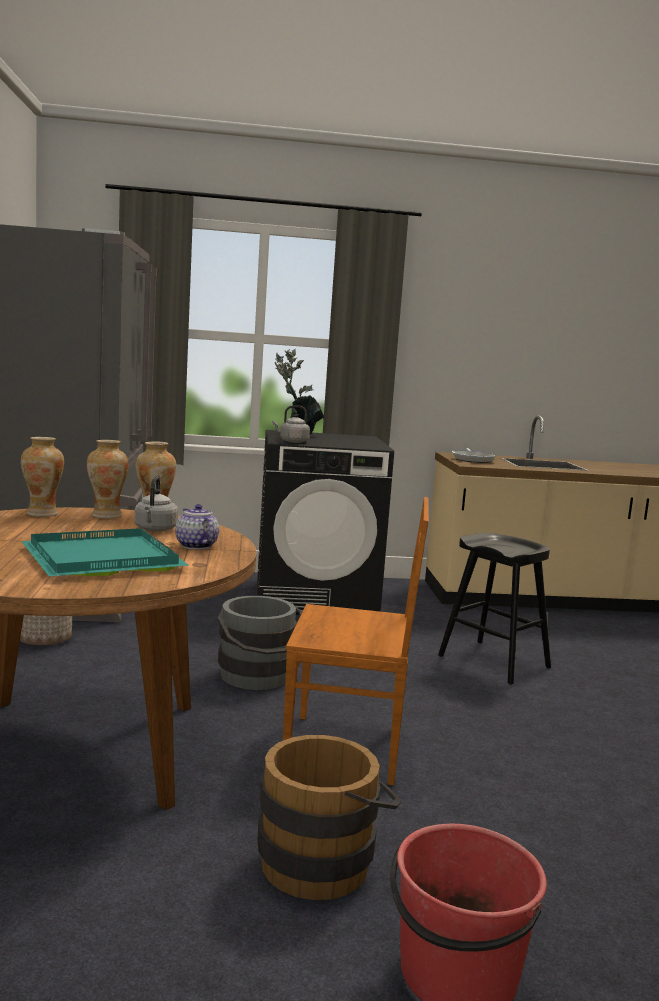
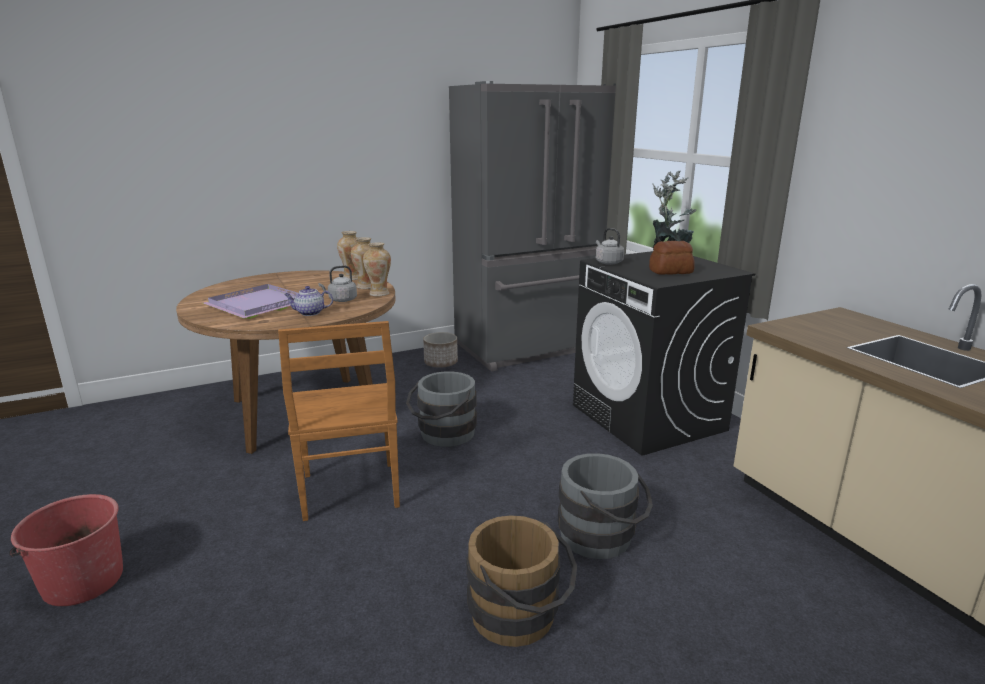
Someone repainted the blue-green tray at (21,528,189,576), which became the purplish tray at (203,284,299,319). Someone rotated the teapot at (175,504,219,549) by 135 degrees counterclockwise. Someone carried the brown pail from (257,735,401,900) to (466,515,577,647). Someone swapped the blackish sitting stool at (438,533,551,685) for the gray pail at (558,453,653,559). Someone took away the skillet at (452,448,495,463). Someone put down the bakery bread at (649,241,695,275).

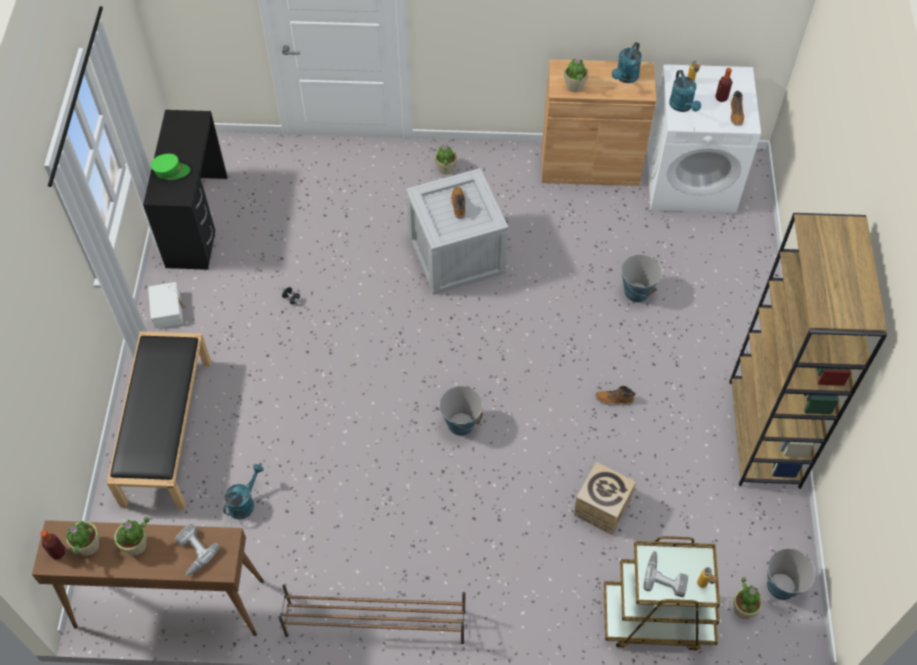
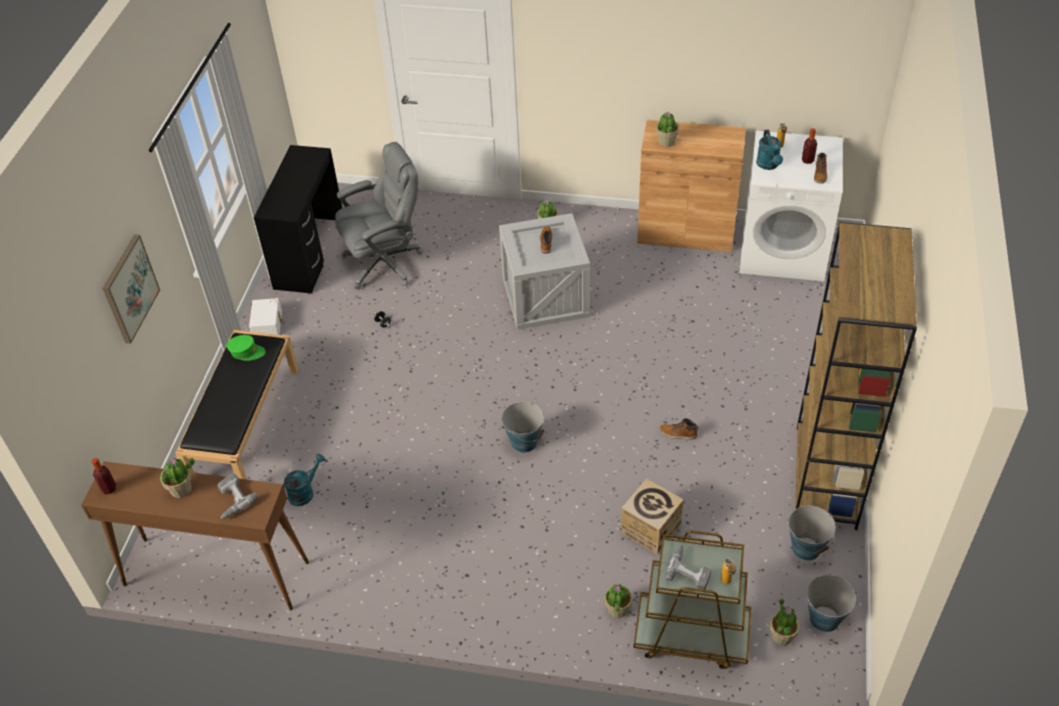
Someone carried the houseplant from (66,521,99,556) to (604,584,633,618). Someone carried the green-coloured cap from (151,154,190,180) to (227,335,265,361). Someone took away the brown shoe shelf at (278,585,466,644). Someone took away the blue-green watering can at (612,42,642,83). Someone carried the pail from (621,254,662,303) to (789,506,836,561). Someone put up the wall art at (102,234,160,344). Someone put down the gray desk chair at (335,142,424,289).

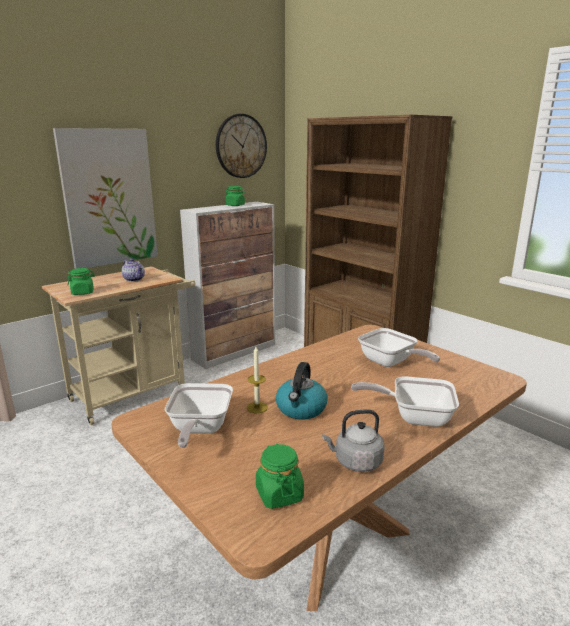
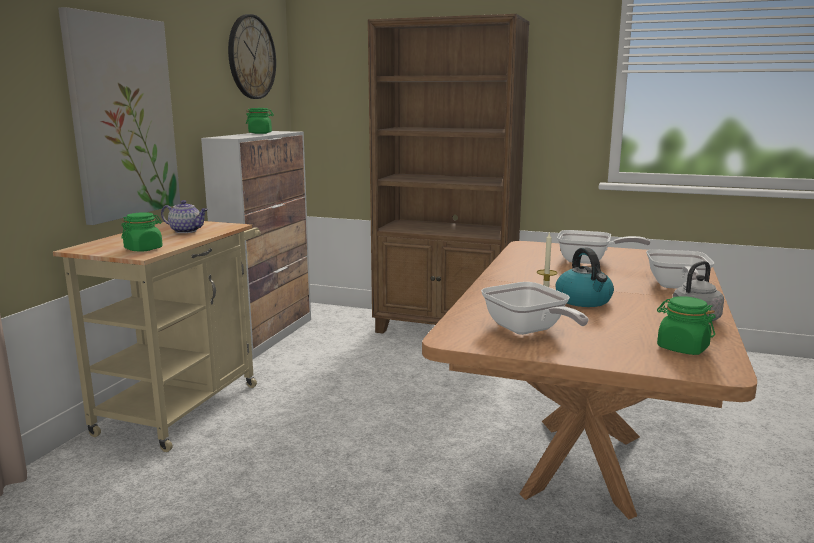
Someone rotated the skillet at (351,376,459,427) by 60 degrees counterclockwise.

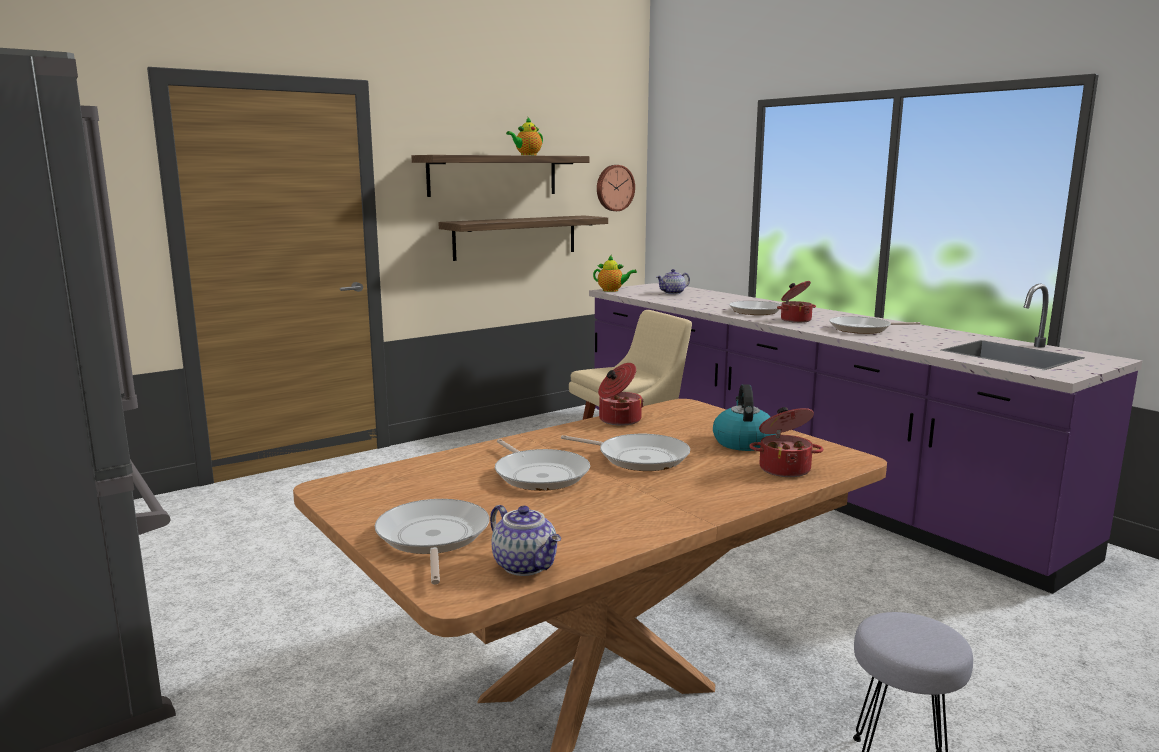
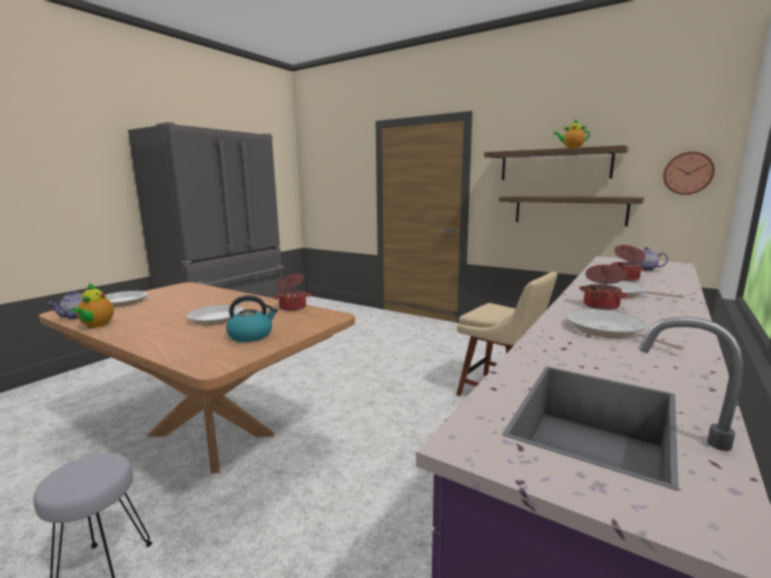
Someone took away the skillet at (495,439,590,491). Someone carried the teapot from (593,255,637,292) to (71,283,114,328). Someone carried the cooking pot from (749,407,823,477) to (611,245,646,281).

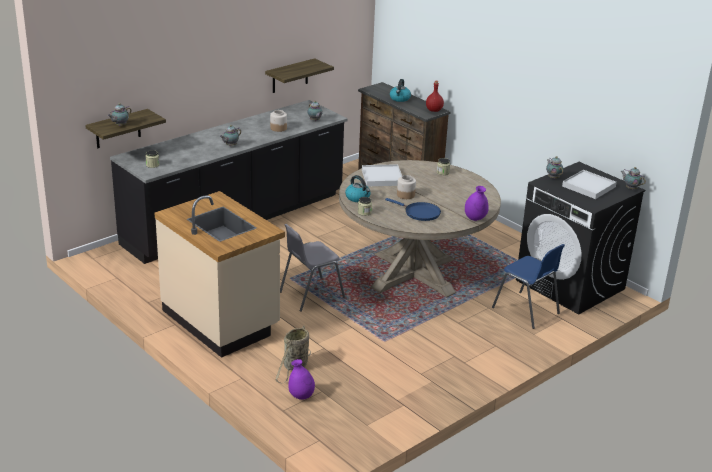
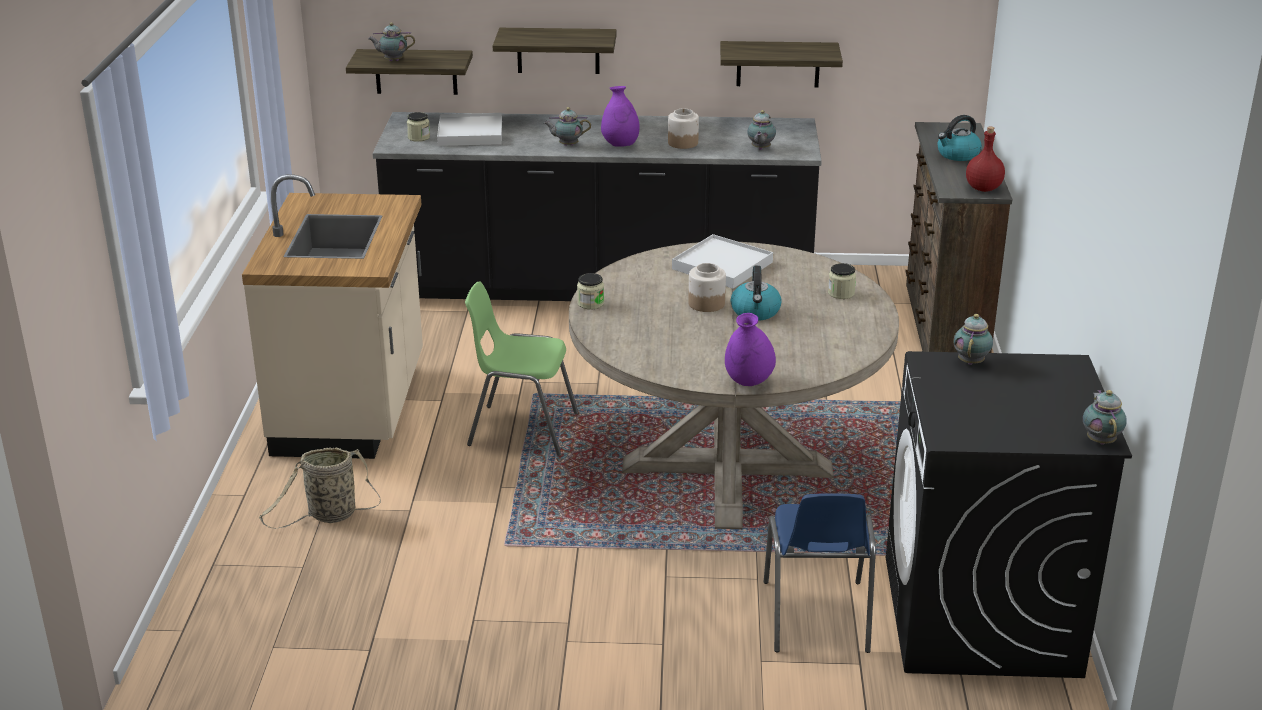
Someone repainted the gray upright chair at (280,224,345,312), which became the green-coloured upright chair at (465,281,578,456). Someone carried the purplish decorative vase from (288,359,315,400) to (601,86,640,147). Someone carried the kettle from (345,175,371,202) to (730,266,782,321). Someone took away the blue skillet at (385,198,441,221). Someone carried the white tray from (562,170,617,199) to (437,113,502,146). Someone put up the wall shelf at (493,28,617,74).

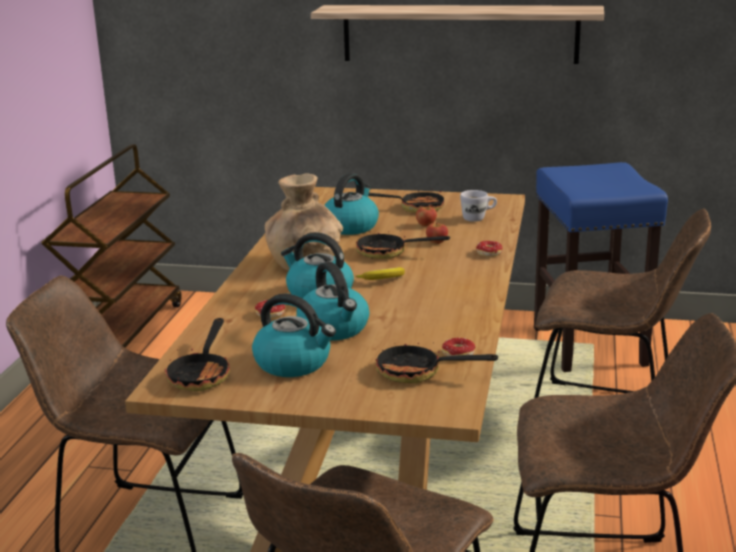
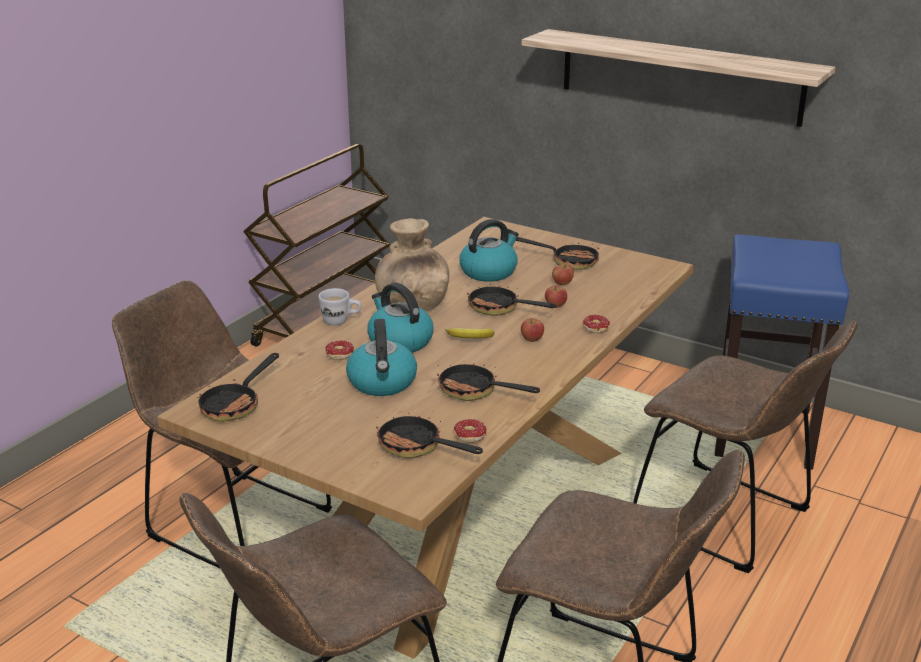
Someone took away the kettle at (252,294,336,377). Someone carried the white mug from (460,190,497,222) to (318,288,362,325). Someone put down the skillet at (437,364,540,401). Someone put down the apple fruit at (521,318,544,342).

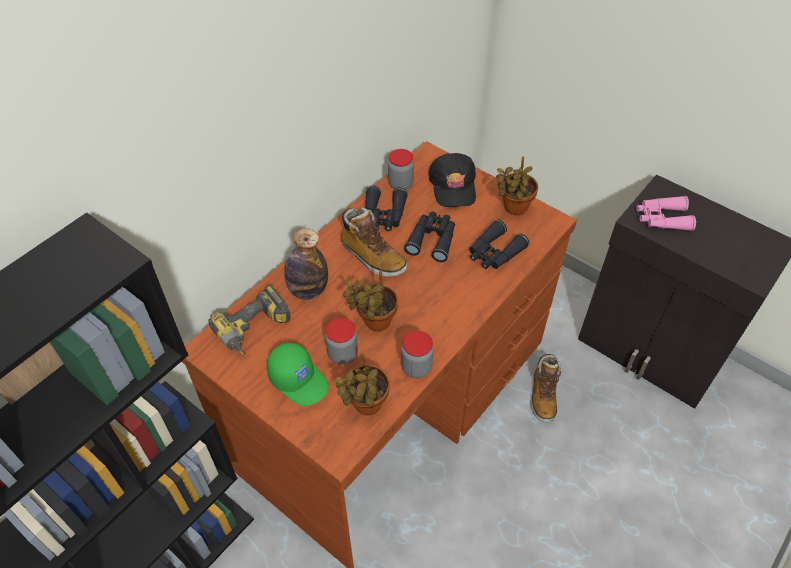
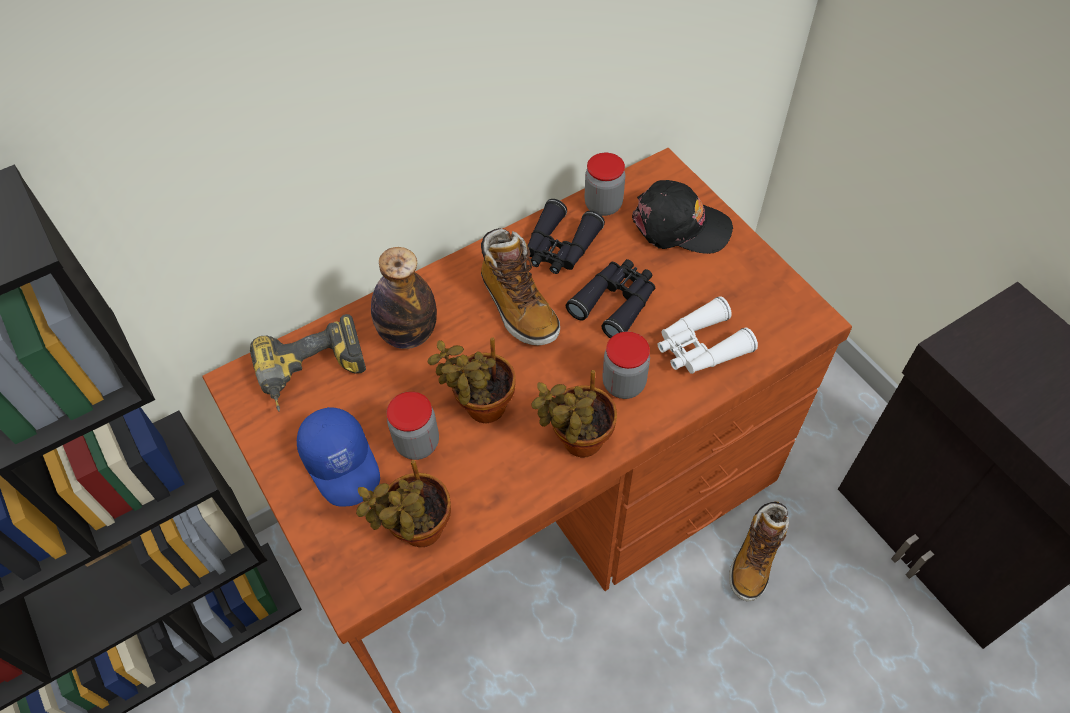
Someone repainted the green-coloured cap at (267,343,329,406), which became the blue cap at (297,407,380,506). Someone carried the jar from (401,331,434,378) to (602,332,650,399). Someone rotated the blackish cap at (428,153,476,207) by 90 degrees counterclockwise. Someone repainted the blackish pair of binoculars at (469,220,530,269), which became the white pair of binoculars at (658,296,758,374). Someone carried the houseplant from (496,156,538,215) to (531,370,617,457). Someone took away the pink-coloured pair of binoculars at (636,196,696,231).

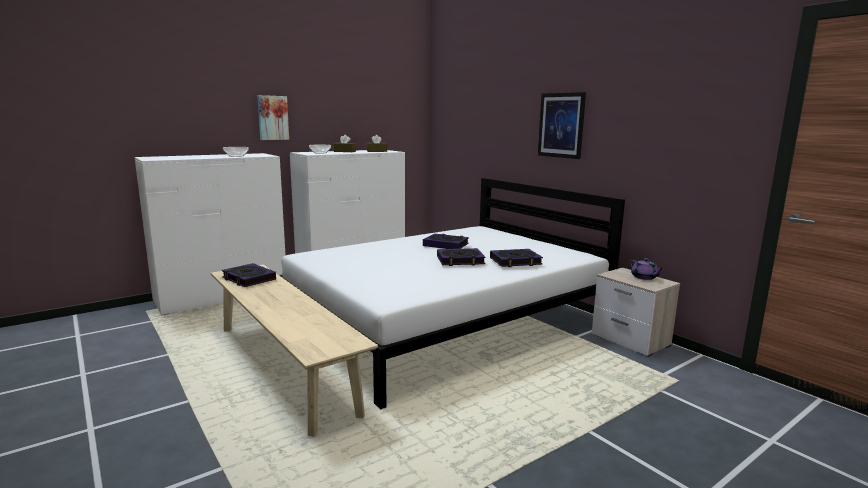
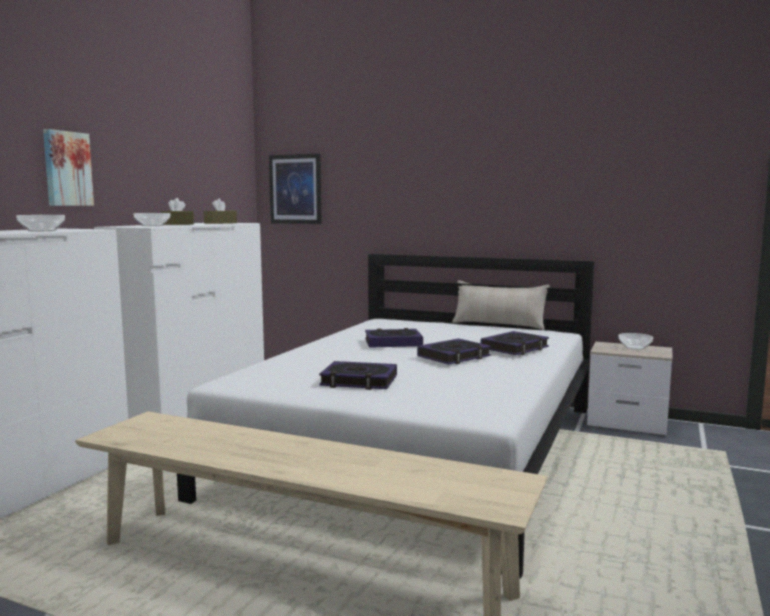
Someone carried the volume from (222,263,276,287) to (319,361,397,390). Someone carried the wall art from (538,92,586,159) to (269,154,322,224). Someone swapped the purplish teapot at (630,258,664,280) for the deep dish at (618,333,653,350). Someone put down the sand-coloured cushion at (452,280,550,330).

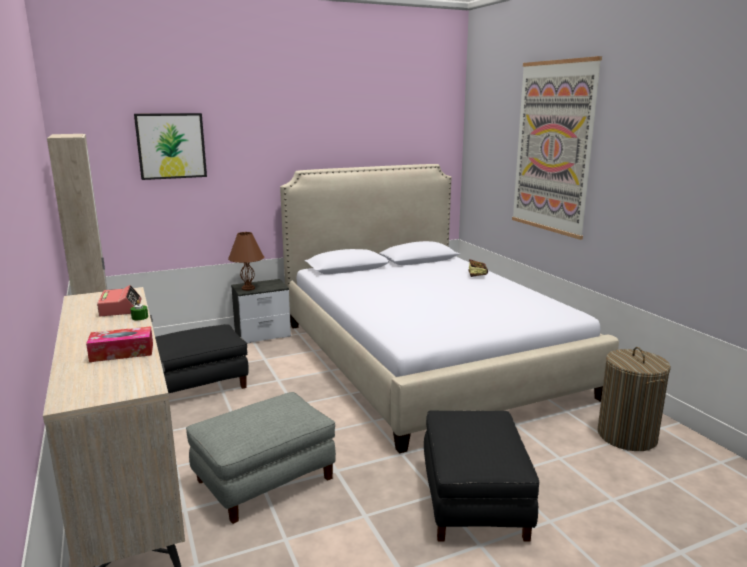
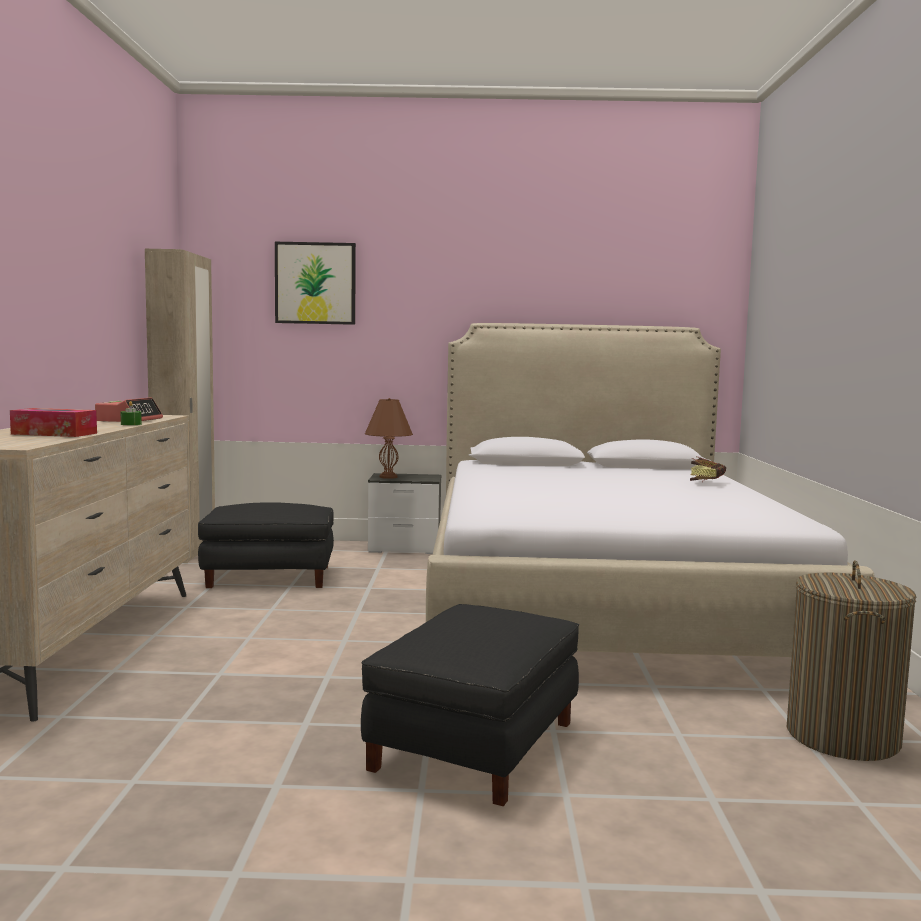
Someone took away the gray ottoman at (186,392,336,524). Someone took away the wall art at (512,56,602,240).

